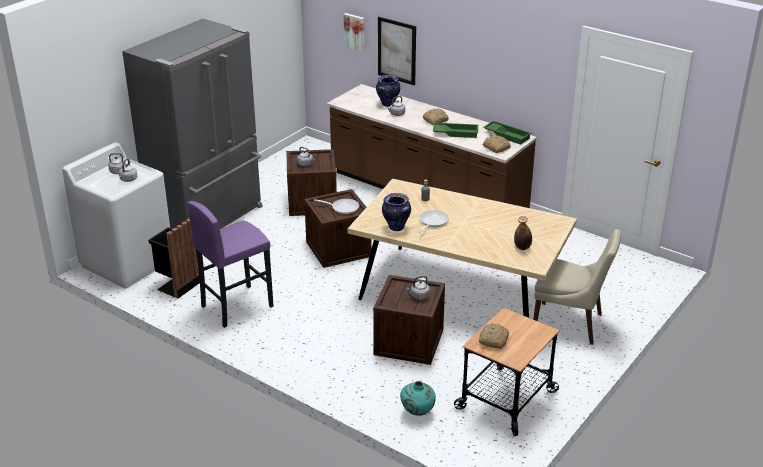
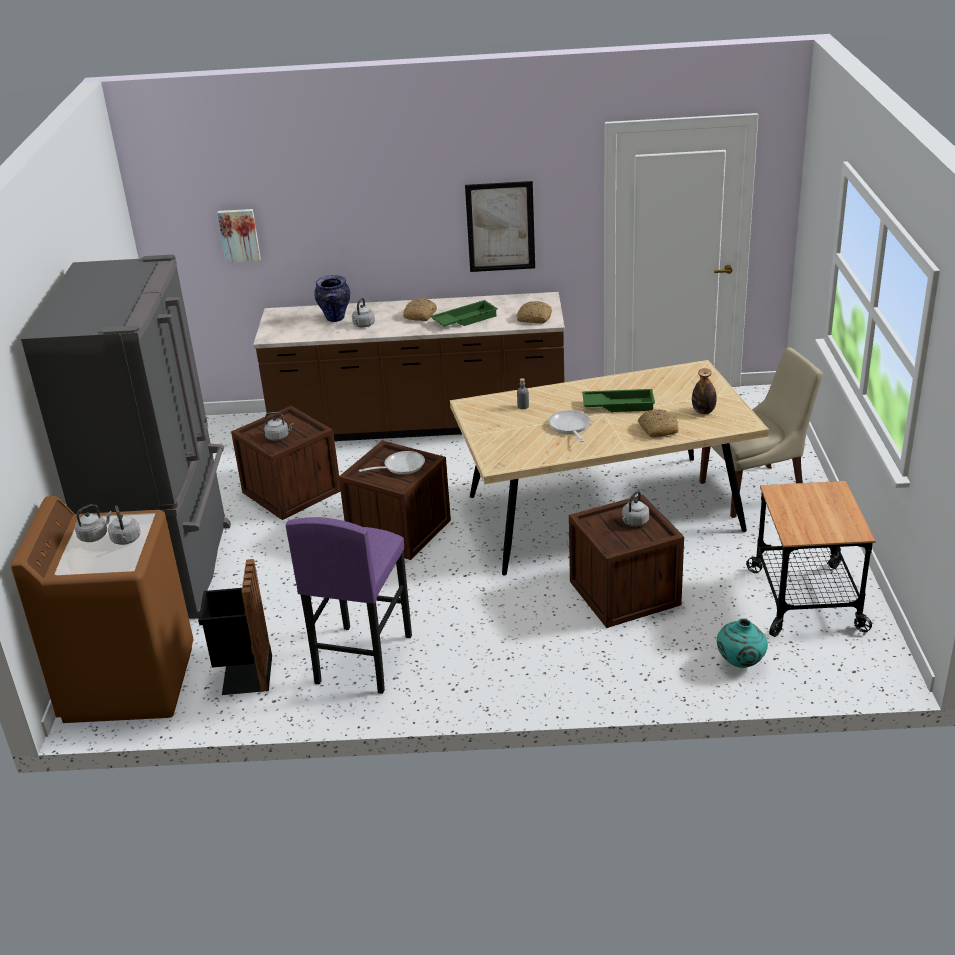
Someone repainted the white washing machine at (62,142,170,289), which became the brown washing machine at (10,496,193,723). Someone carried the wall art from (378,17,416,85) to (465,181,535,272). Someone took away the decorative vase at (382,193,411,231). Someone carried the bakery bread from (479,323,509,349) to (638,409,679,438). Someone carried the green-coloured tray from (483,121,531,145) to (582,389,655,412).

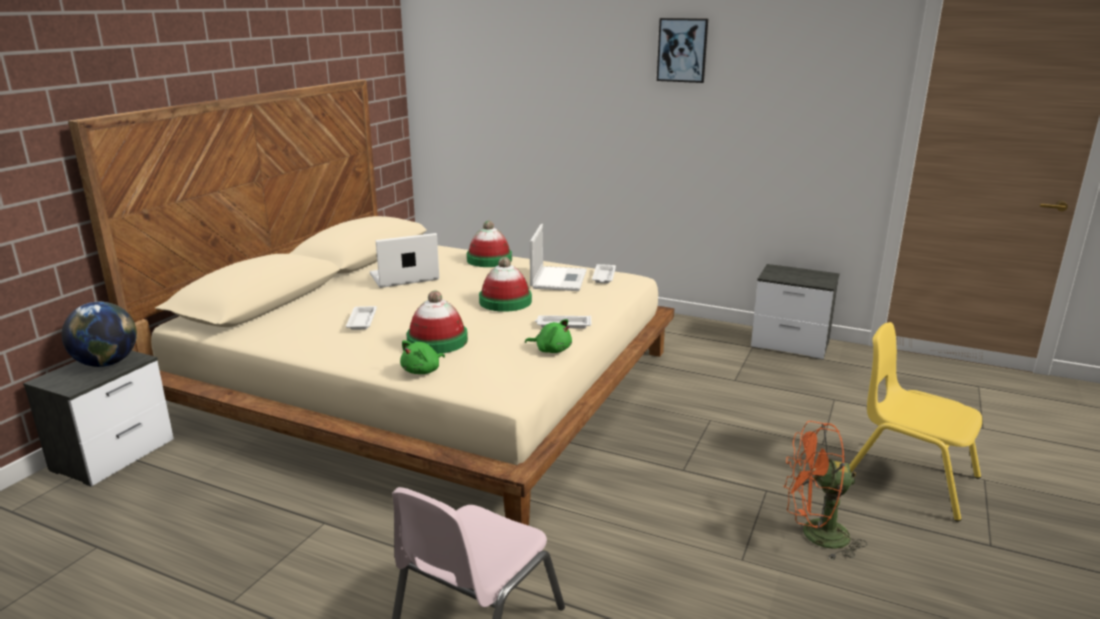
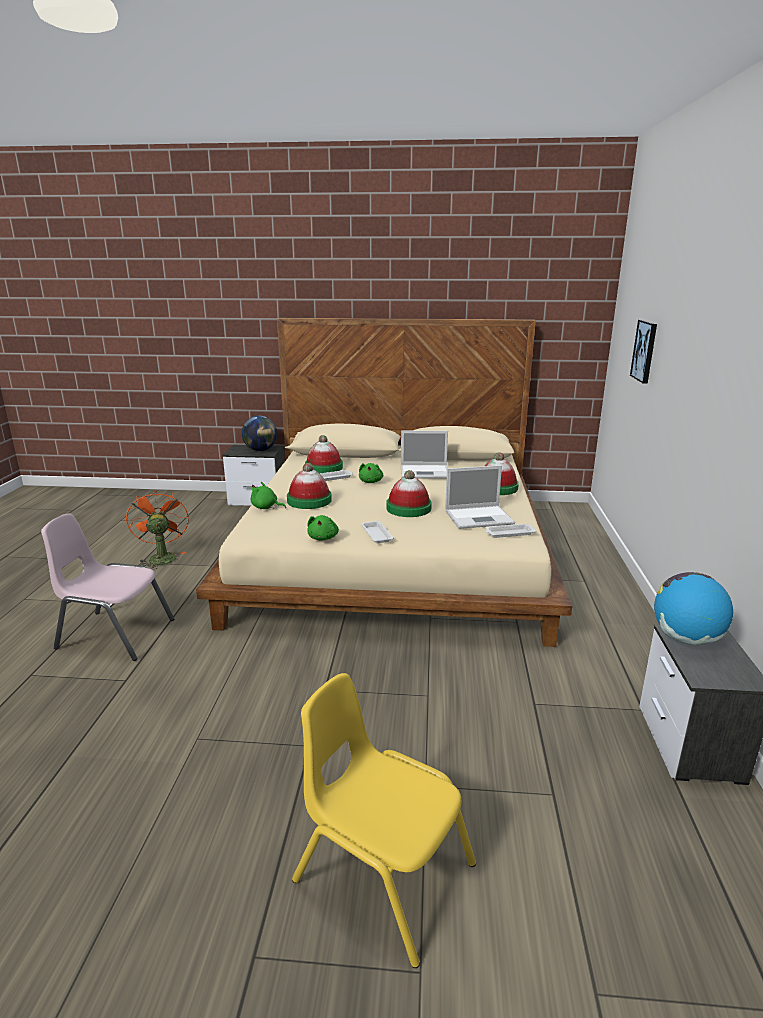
Someone rotated the notebook computer at (370,233,439,288) by 135 degrees clockwise. Someone carried the wall art from (657,18,708,83) to (630,320,657,384). Someone carried the orangey cooling fan from (784,421,867,560) to (126,489,189,569). Someone rotated the yellow upright chair at (849,322,982,522) by 75 degrees counterclockwise. Someone put down the hat at (305,435,343,473). Someone put down the green-coloured cuddly toy at (359,463,383,483). Someone put down the globe at (654,572,733,646).

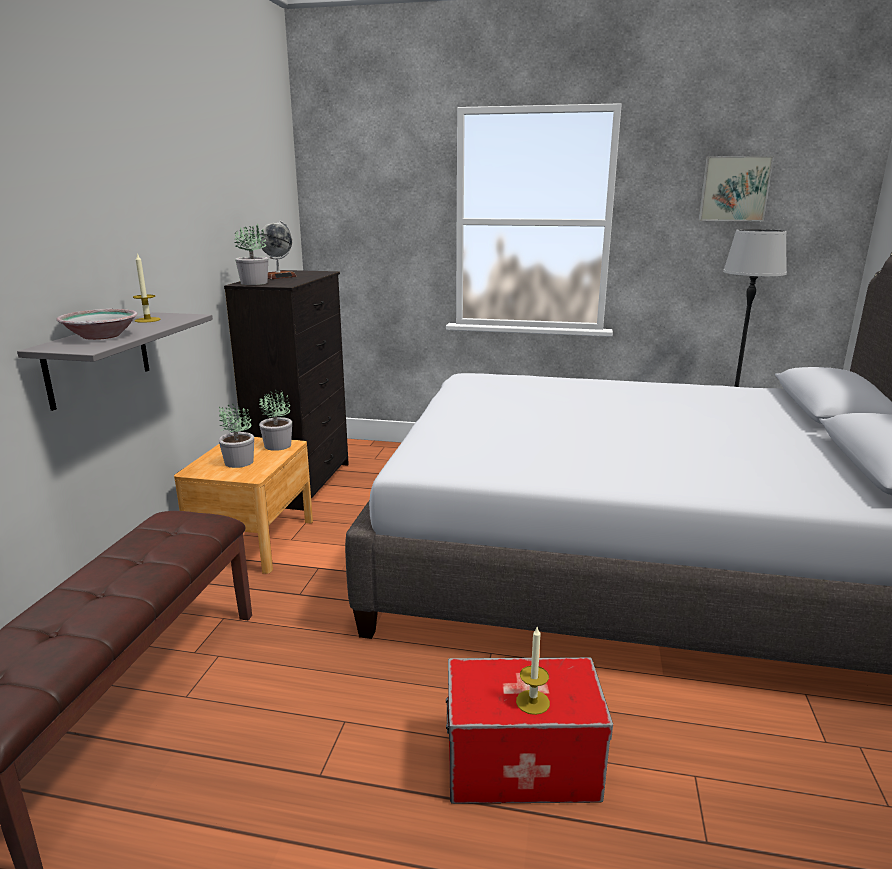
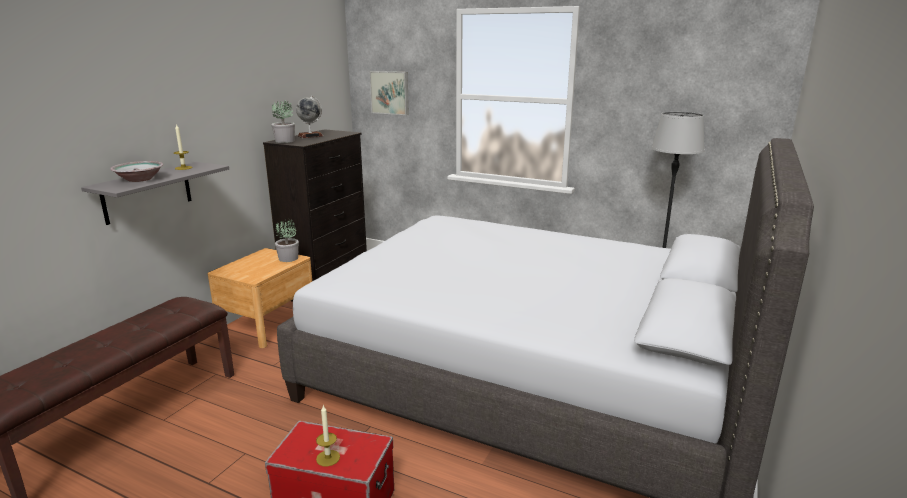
Someone took away the houseplant at (218,404,254,468). Someone carried the wall art from (699,156,774,221) to (370,71,409,115).

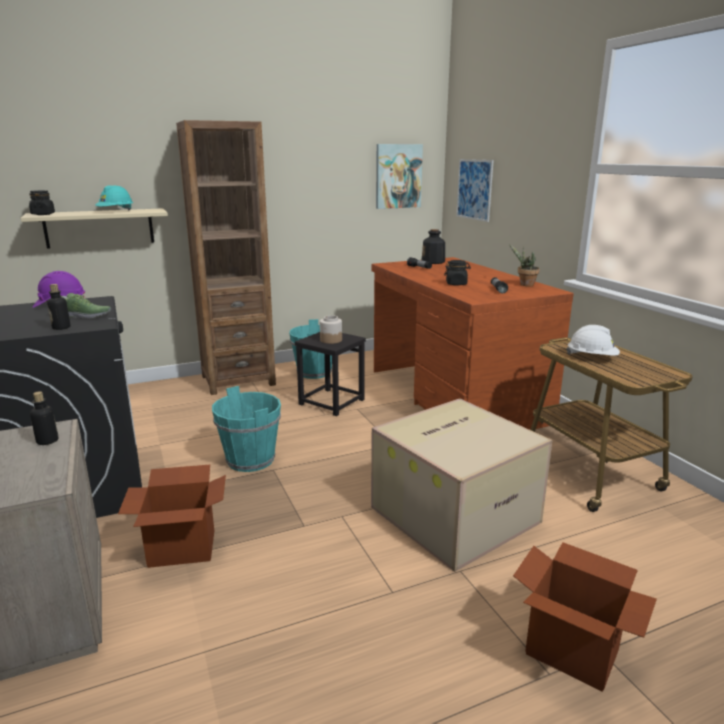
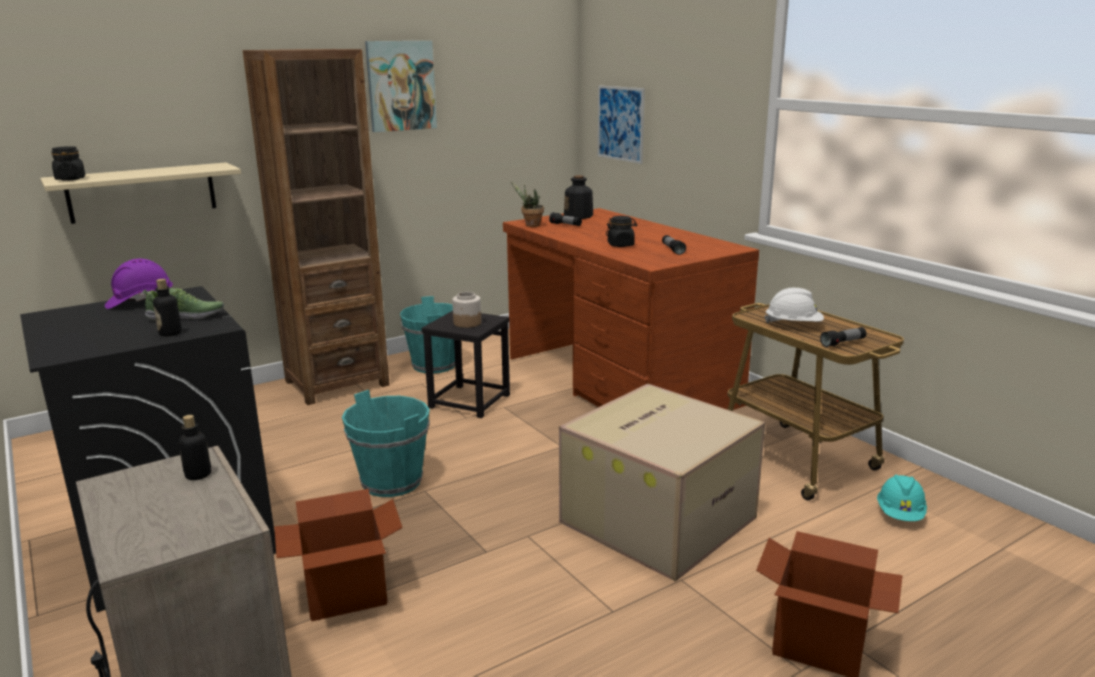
Someone carried the blue-green work helmet from (95,185,133,210) to (877,474,927,521). Someone carried the wall art from (376,144,423,209) to (365,41,437,132). Someone carried the houseplant from (509,244,540,287) to (511,182,544,227). Someone put down the flashlight at (820,327,866,347).

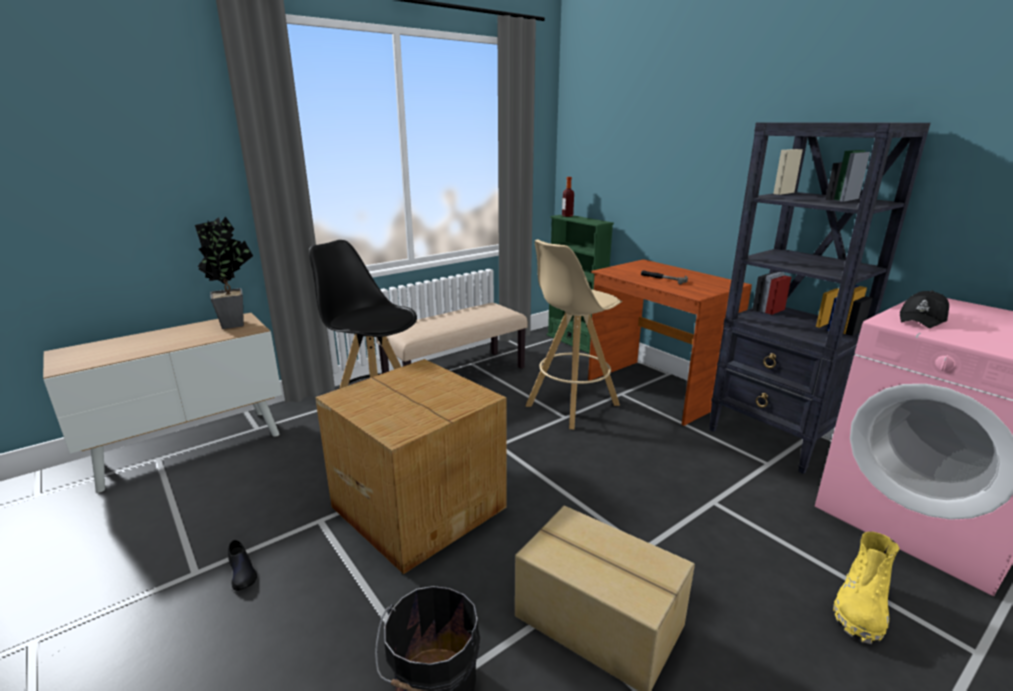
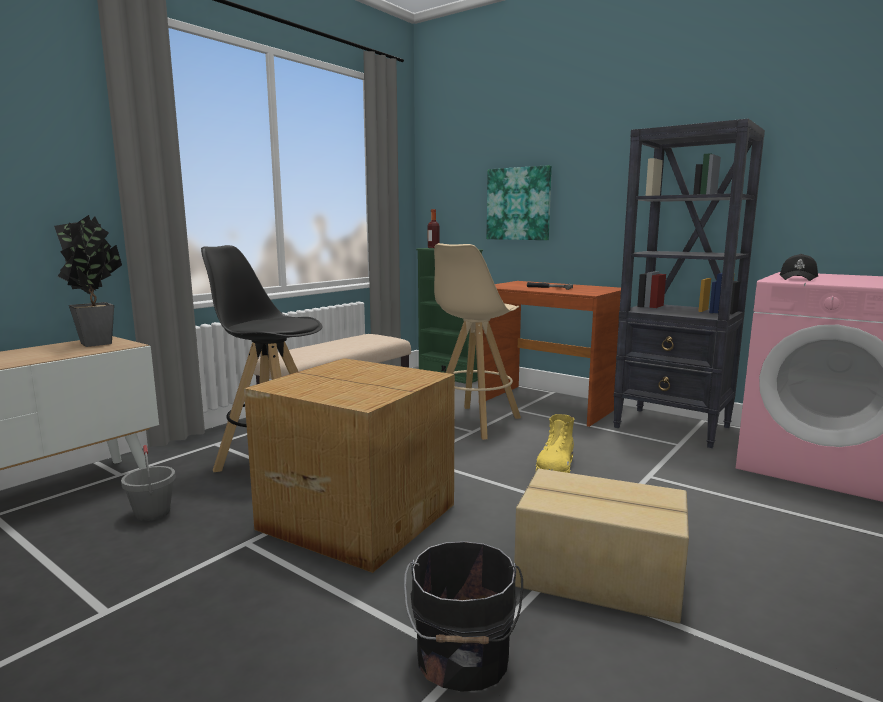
Someone took away the blackish low shoe at (228,540,257,591). Someone carried the yellow tall boot from (833,531,900,644) to (536,414,574,473). Someone put down the gray pail at (121,445,176,521). Someone put up the wall art at (486,165,552,240).

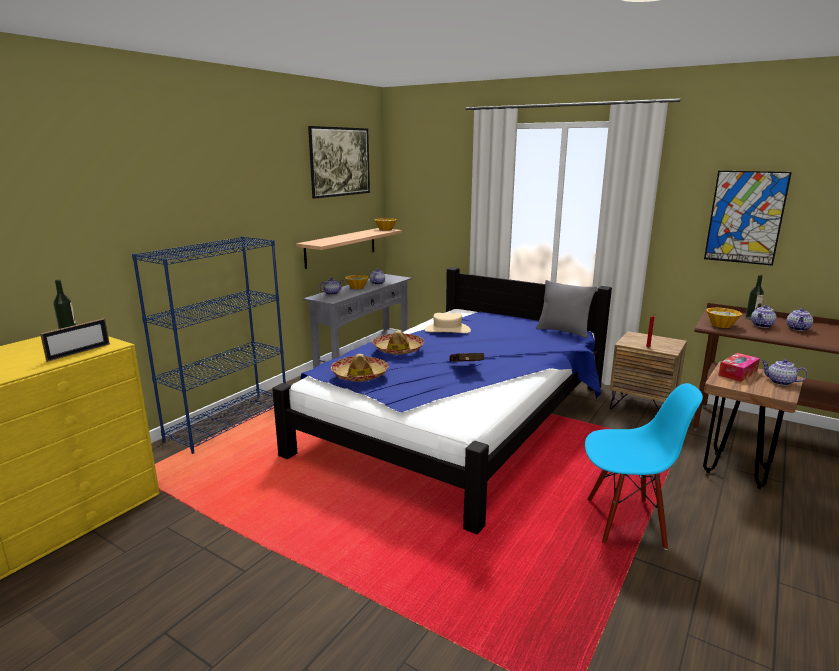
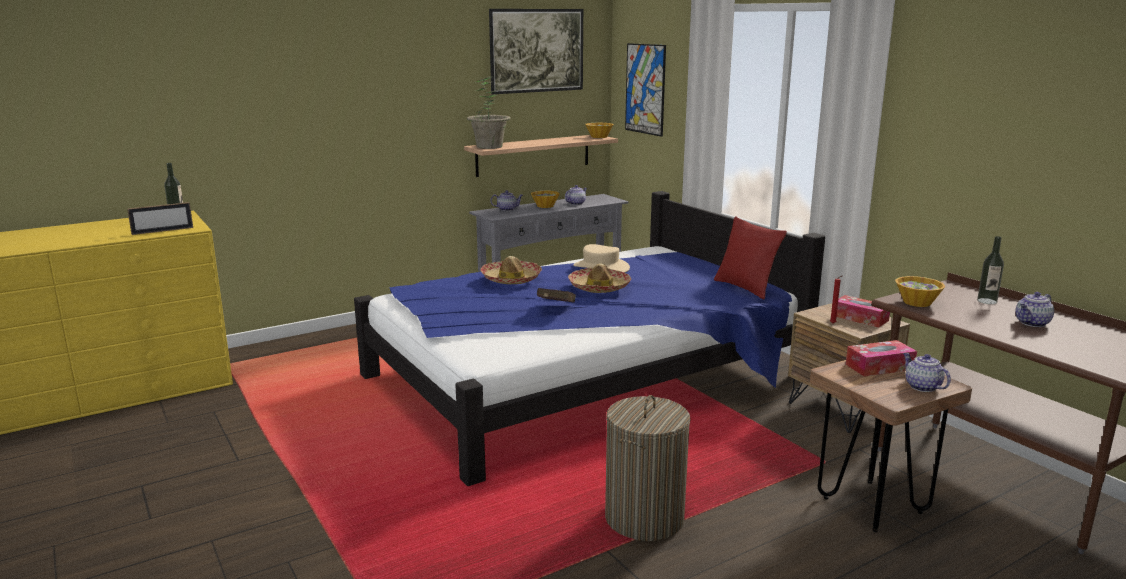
Someone took away the blue bookcase at (132,236,286,454). Someone carried the hat from (331,354,389,382) to (568,263,631,293). Someone repainted the gray cushion at (536,280,597,338), which became the reddish cushion at (714,216,787,299). Someone swapped the blue upright chair at (585,383,703,550) for the laundry basket at (605,395,690,541). Someone carried the wall art from (704,171,792,266) to (625,43,666,137). Someone took away the teapot at (751,305,777,328). Someone put down the houseplant at (467,76,511,149). Someone put down the tissue box at (836,295,890,327).

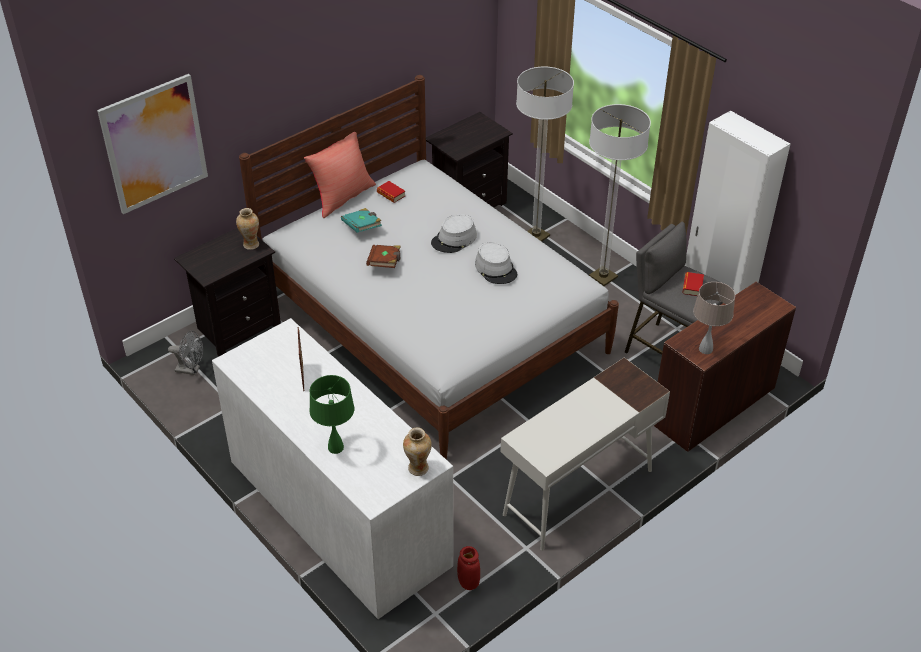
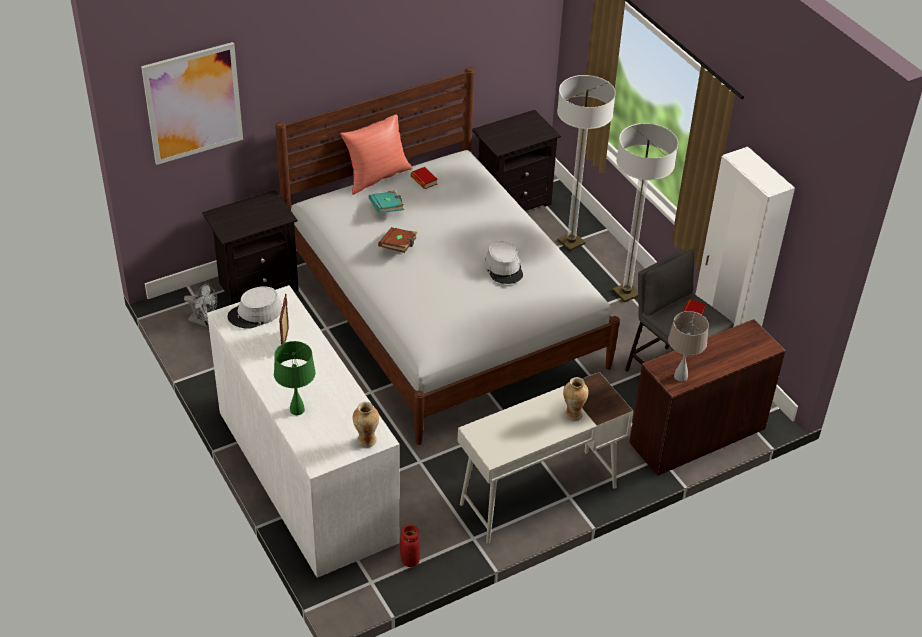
Someone carried the decorative vase from (236,208,259,250) to (563,377,589,421). Someone carried the gray hat from (431,214,477,253) to (227,286,282,329).

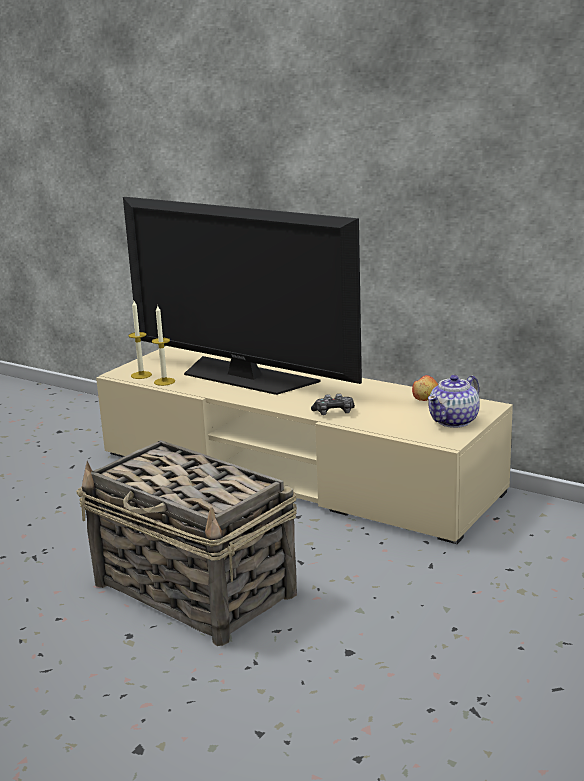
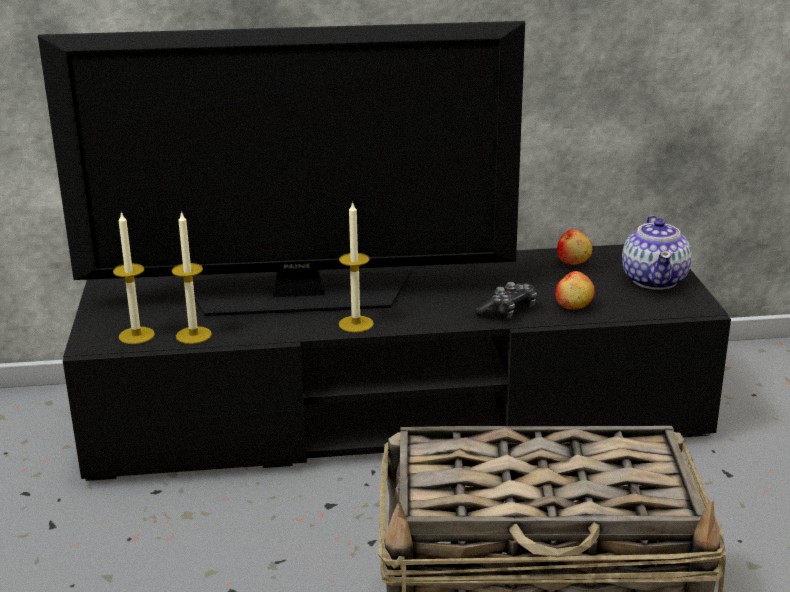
Someone repainted the sand-coloured tv stand at (96,346,513,544), which became the blackish tv stand at (63,244,731,481). Someone put down the wax light at (339,201,374,332). Someone put down the apple fruit at (555,271,595,309).

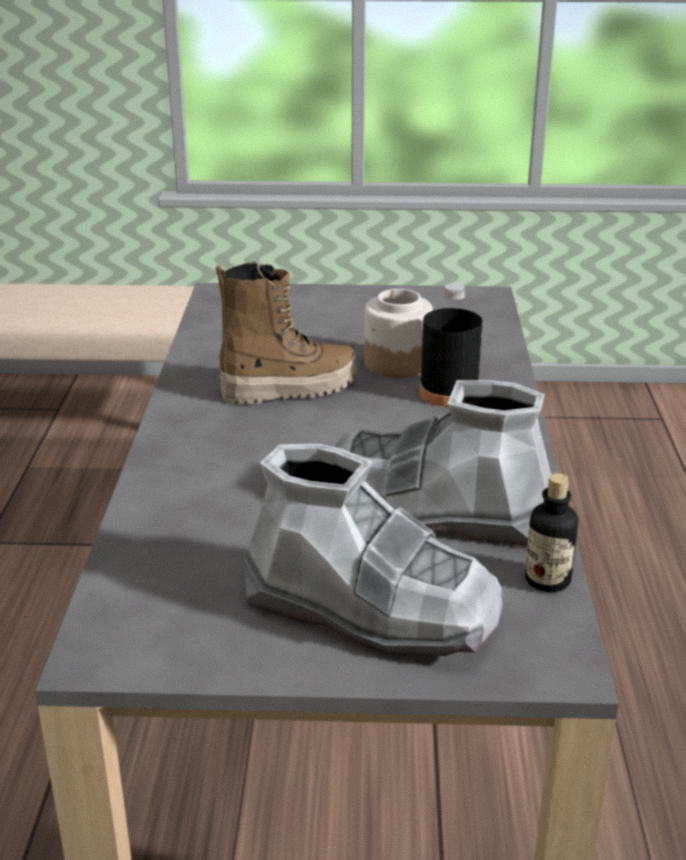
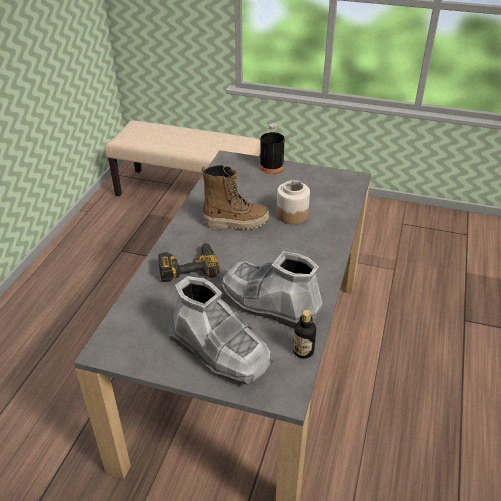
Someone carried the blackish drink bottle from (419,283,483,407) to (260,123,285,174). Someone put down the drill at (158,243,220,282).

